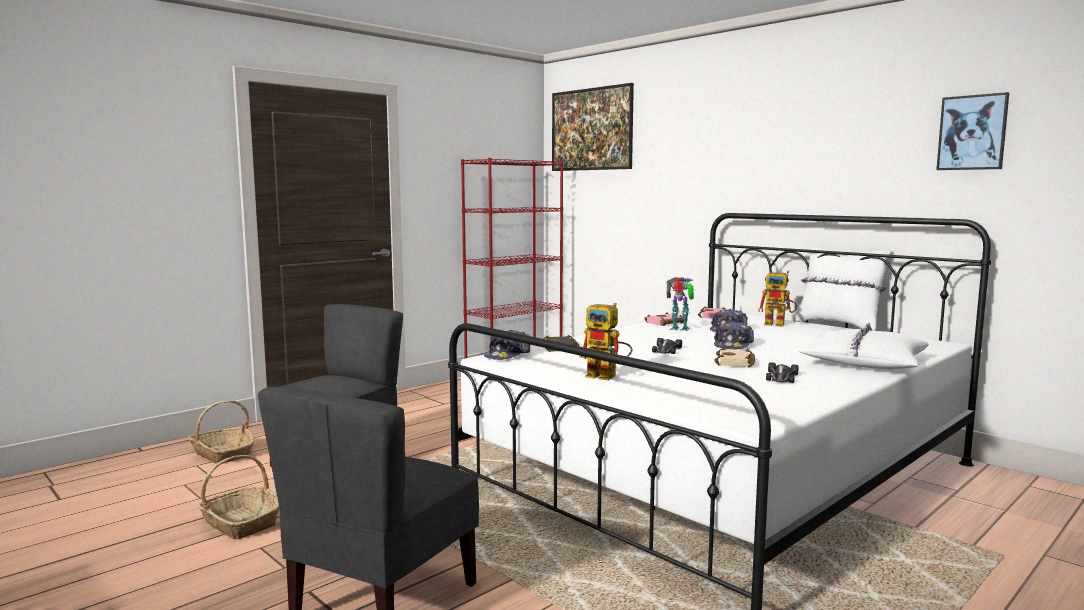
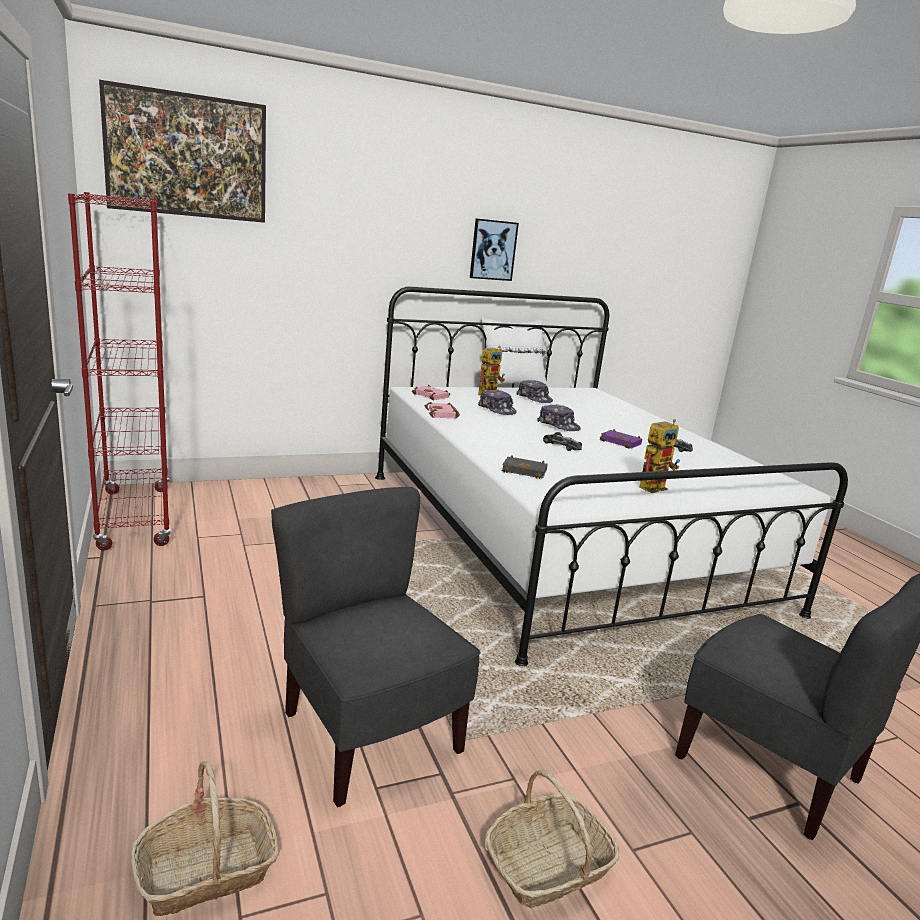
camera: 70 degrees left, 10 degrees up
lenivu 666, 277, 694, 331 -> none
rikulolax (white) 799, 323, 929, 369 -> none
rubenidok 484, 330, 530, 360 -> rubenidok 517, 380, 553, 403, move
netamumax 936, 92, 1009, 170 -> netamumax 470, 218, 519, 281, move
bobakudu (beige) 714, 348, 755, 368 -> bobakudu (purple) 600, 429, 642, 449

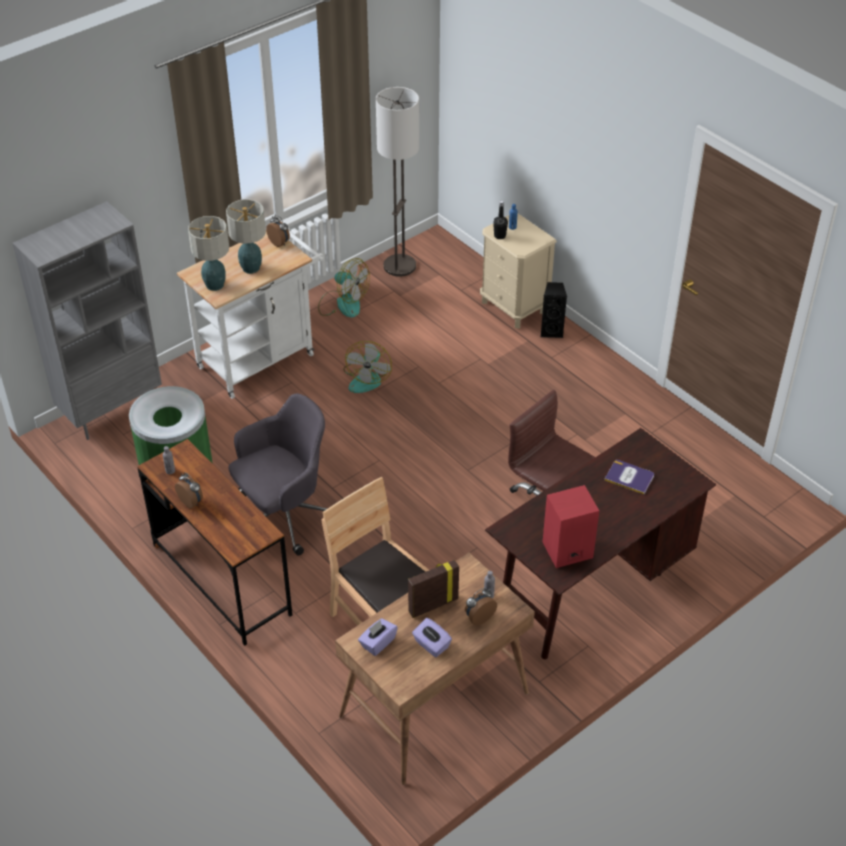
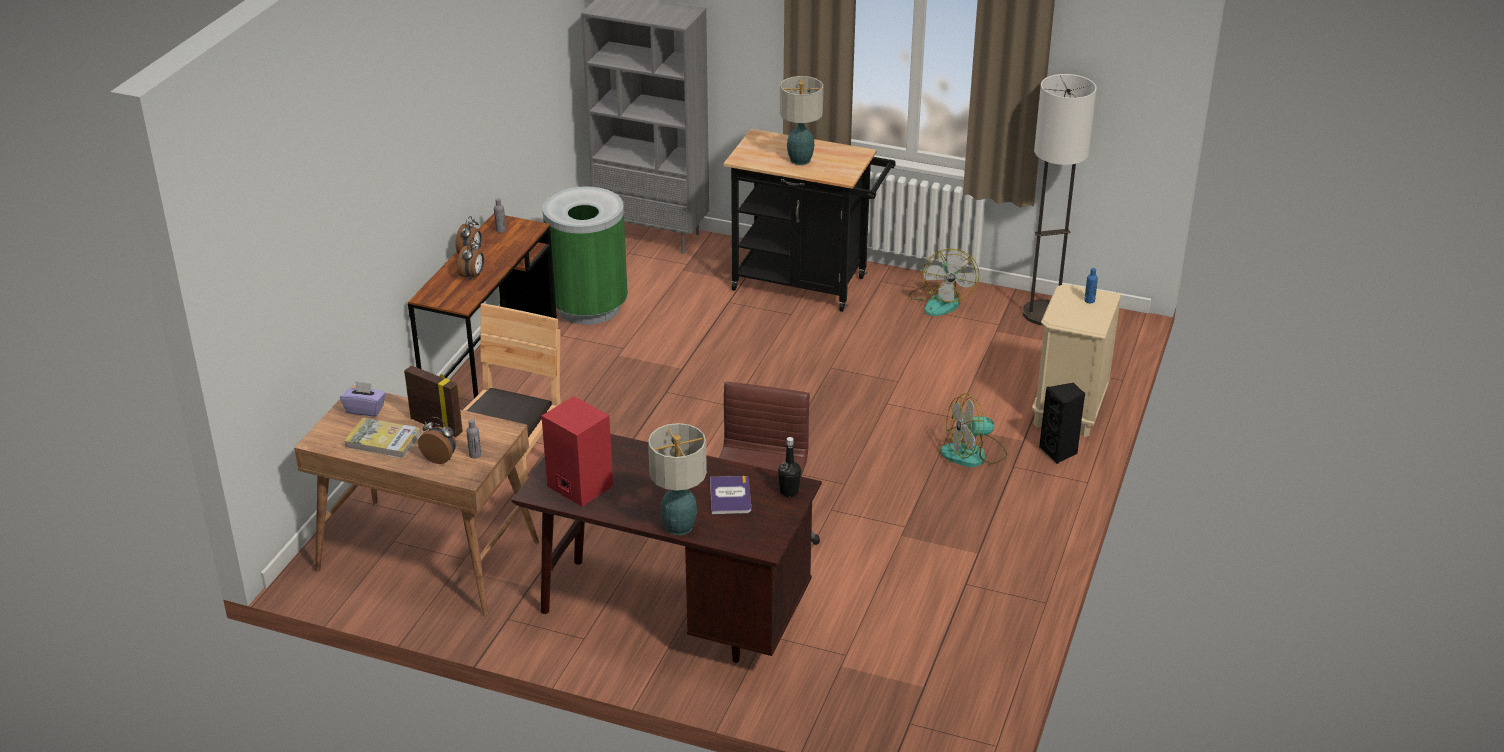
camera: 60 degrees right, 10 degrees down
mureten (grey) 229, 394, 328, 556 -> none
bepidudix 188, 216, 229, 291 -> bepidudix 648, 423, 707, 535, move
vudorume 266, 214, 290, 247 -> vudorume 457, 238, 484, 280, move
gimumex 343, 341, 392, 393 -> gimumex 940, 393, 1007, 467, move
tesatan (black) 493, 201, 508, 239 -> tesatan (black) 778, 437, 801, 497, move
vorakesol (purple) 412, 618, 452, 657 -> bobakudu 345, 417, 421, 459
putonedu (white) 177, 227, 324, 399 -> putonedu (black) 723, 129, 896, 312

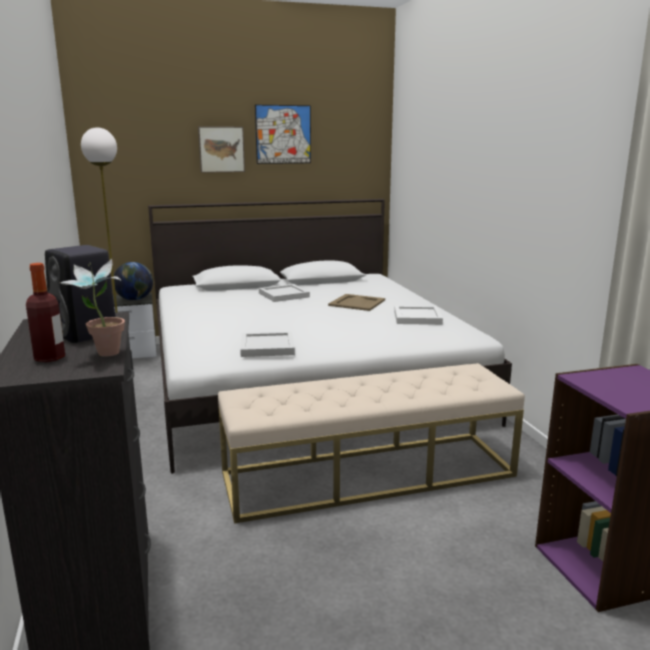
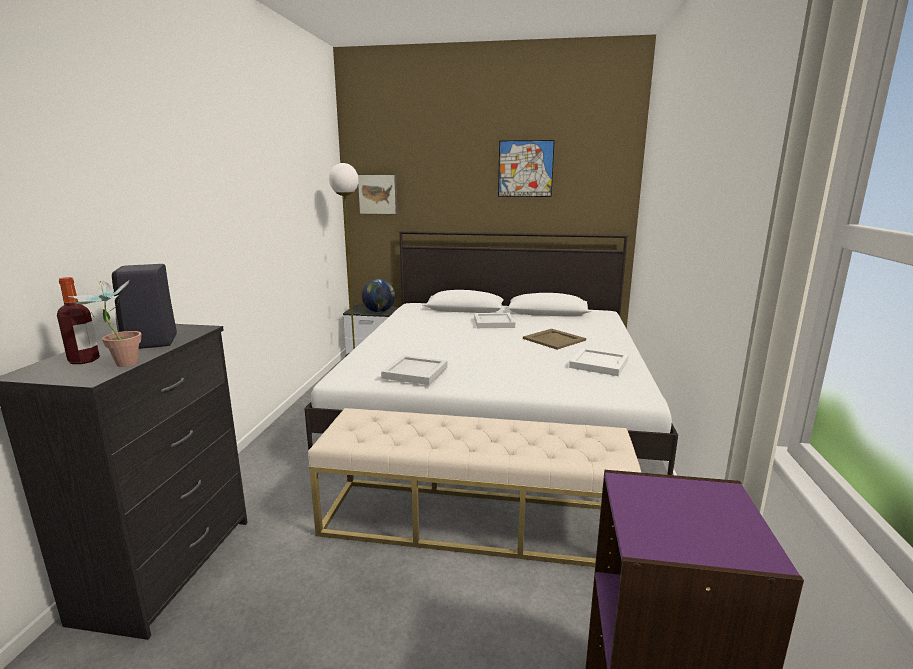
camera: 25 degrees right, 0 degrees up
netamumax 198, 126, 245, 173 -> netamumax 358, 174, 398, 215, move

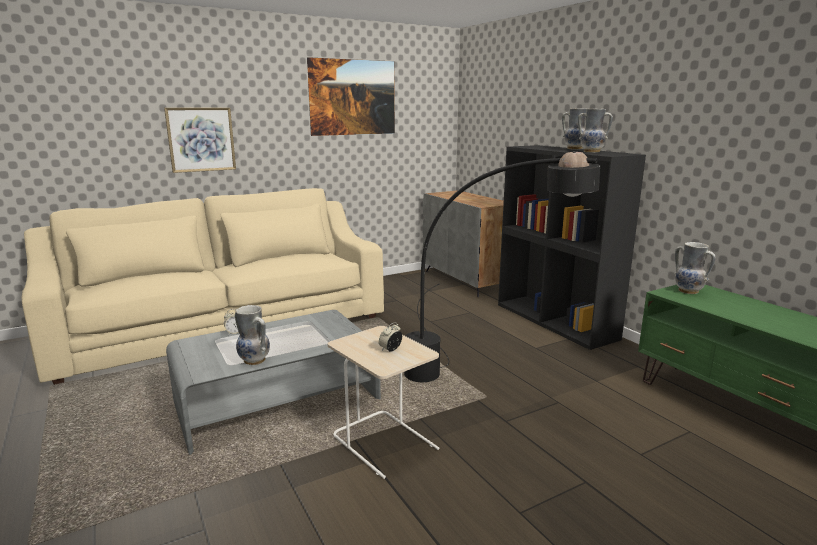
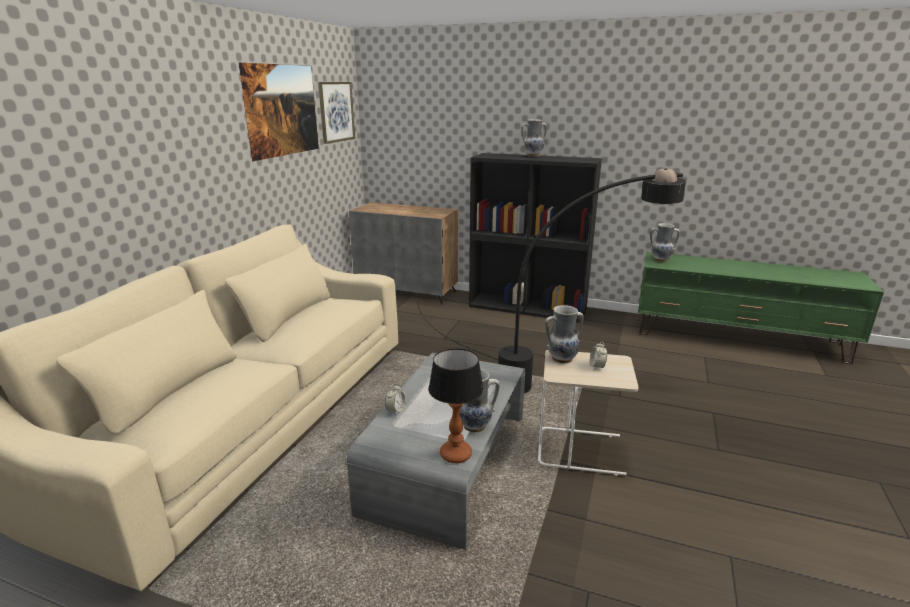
camera: 40 degrees left, 5 degrees up
none -> bepidudix 428, 349, 484, 463
netamumax 164, 108, 236, 173 -> netamumax 318, 82, 355, 144, move
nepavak 578, 109, 613, 153 -> nepavak 545, 305, 584, 364, move

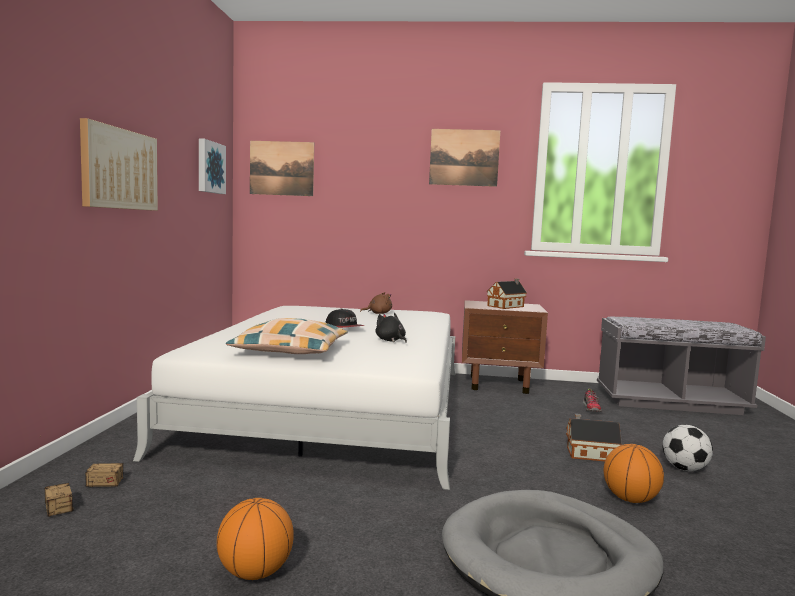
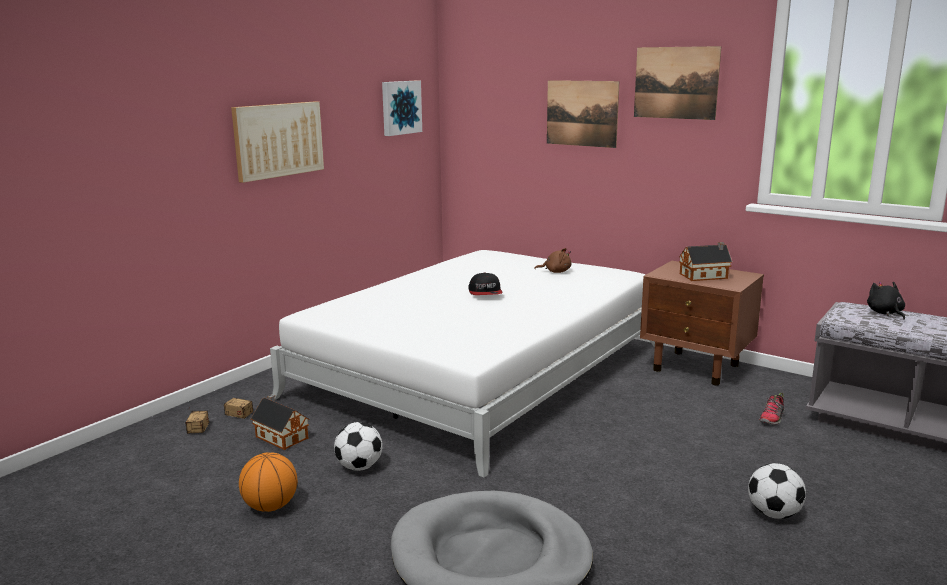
camera: 30 degrees right, 10 degrees up
rikulolax 226, 318, 348, 354 -> none
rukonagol 604, 444, 664, 503 -> none
none -> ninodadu 334, 422, 383, 471
netamumax 250, 141, 314, 196 -> netamumax 547, 80, 619, 148, move
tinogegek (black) 376, 313, 407, 343 -> tinogegek (black) 867, 282, 905, 320, move
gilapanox 566, 414, 622, 461 -> gilapanox 251, 394, 310, 450, move

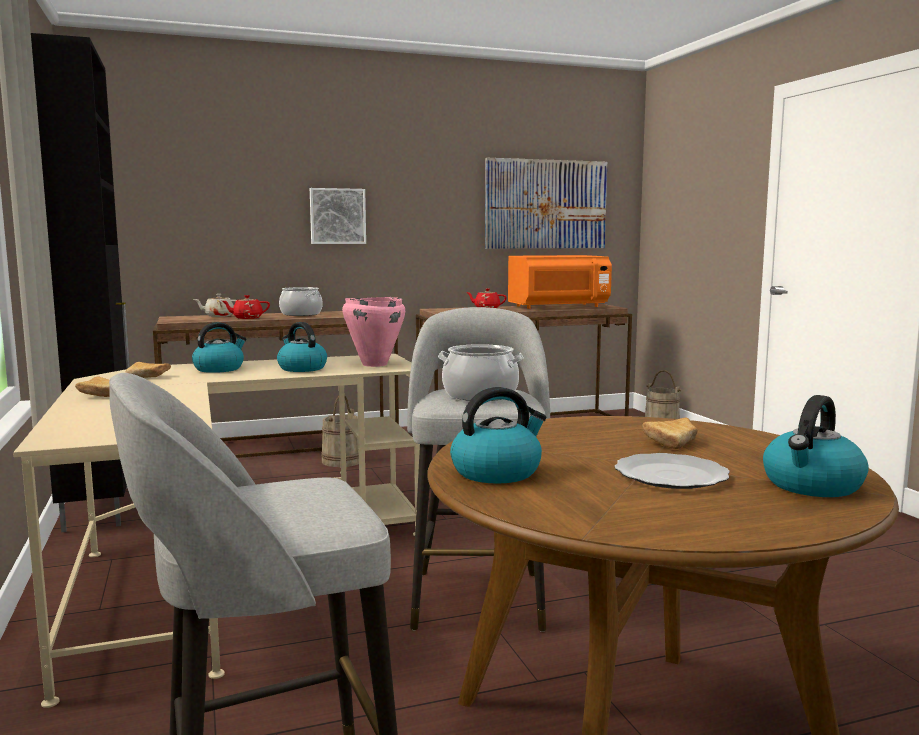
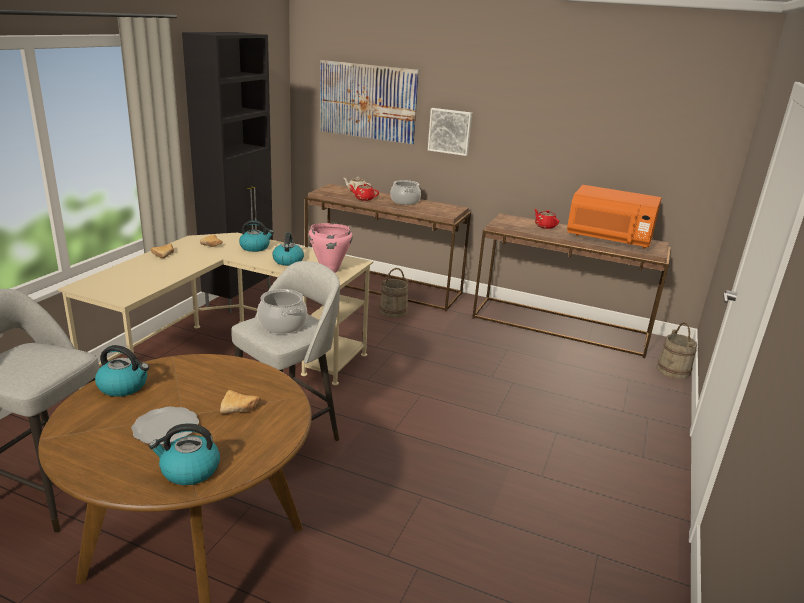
camera: 40 degrees right, 15 degrees up
netamumax 485, 158, 607, 249 -> netamumax 320, 60, 419, 144, move

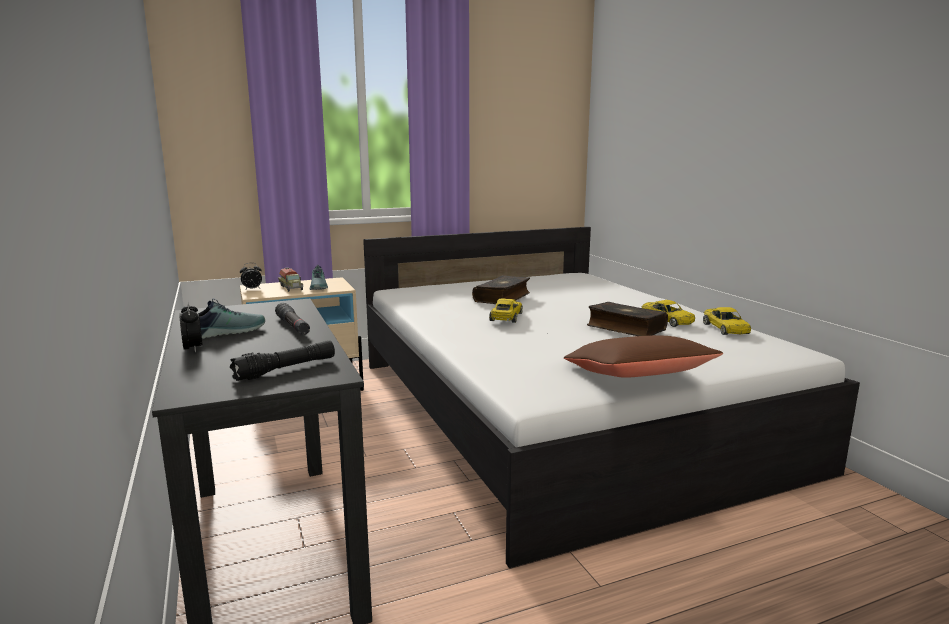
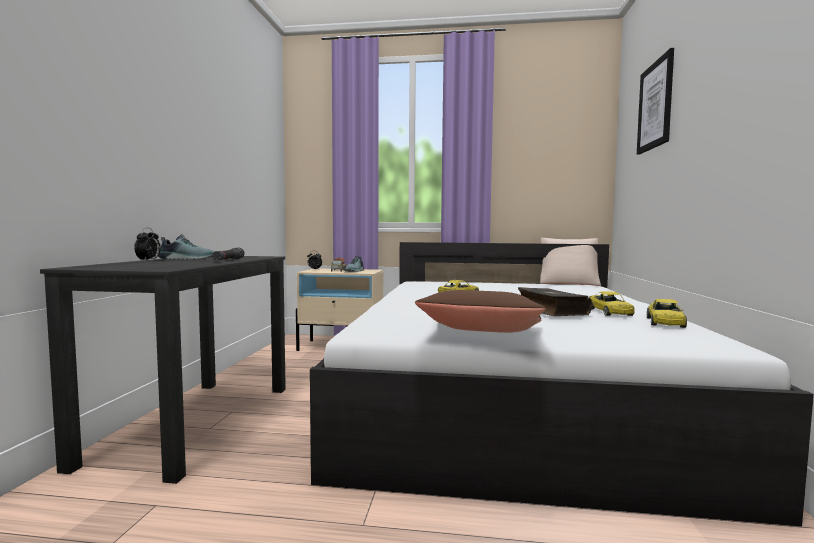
camera: 30 degrees right, 10 degrees down
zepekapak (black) 230, 340, 335, 381 -> none
bobakudu 472, 275, 530, 304 -> none
none -> rikulolax (beige) 540, 238, 601, 286
none -> netamumax 637, 48, 674, 155

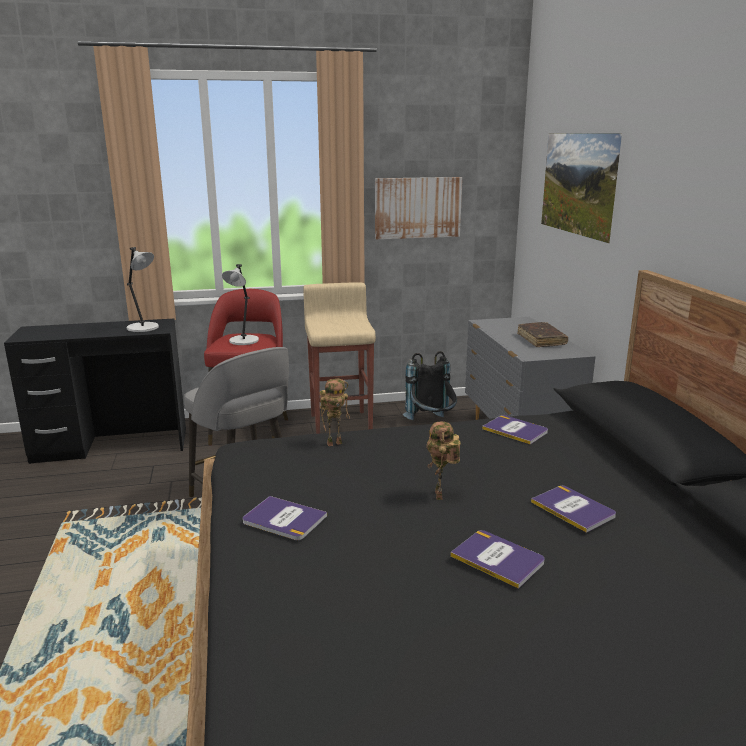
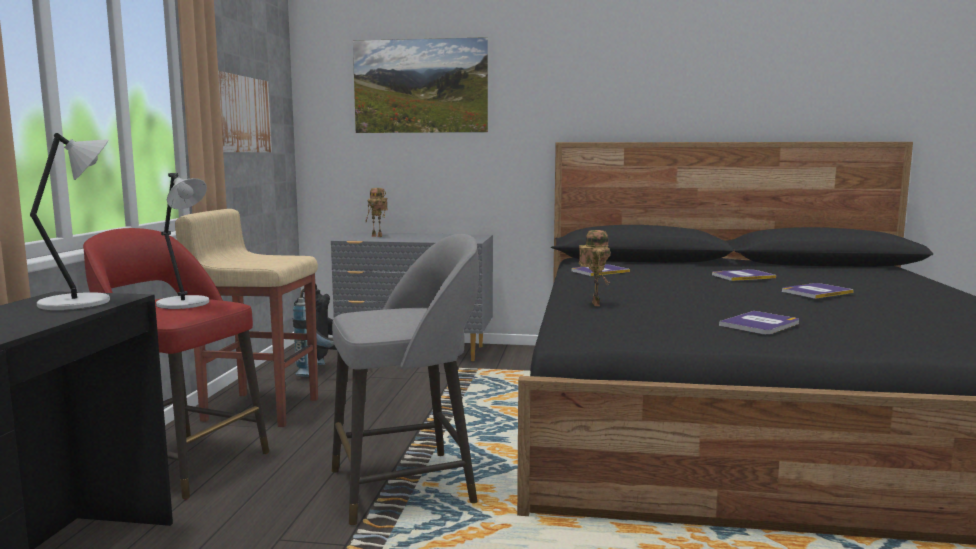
camera: 70 degrees left, 10 degrees down
bobakudu (brown) 517, 322, 568, 347 -> none
lenivu 426, 422, 461, 500 -> lenivu 366, 188, 388, 237, move

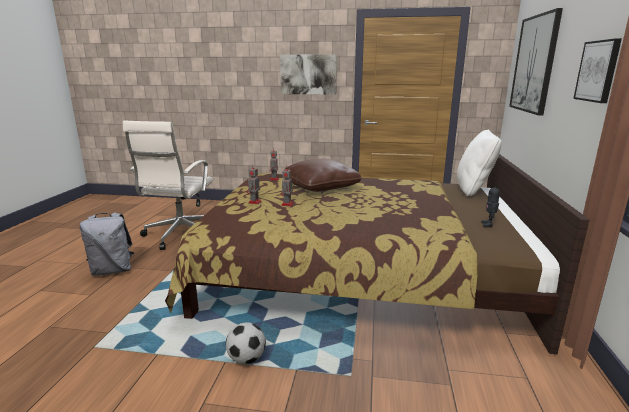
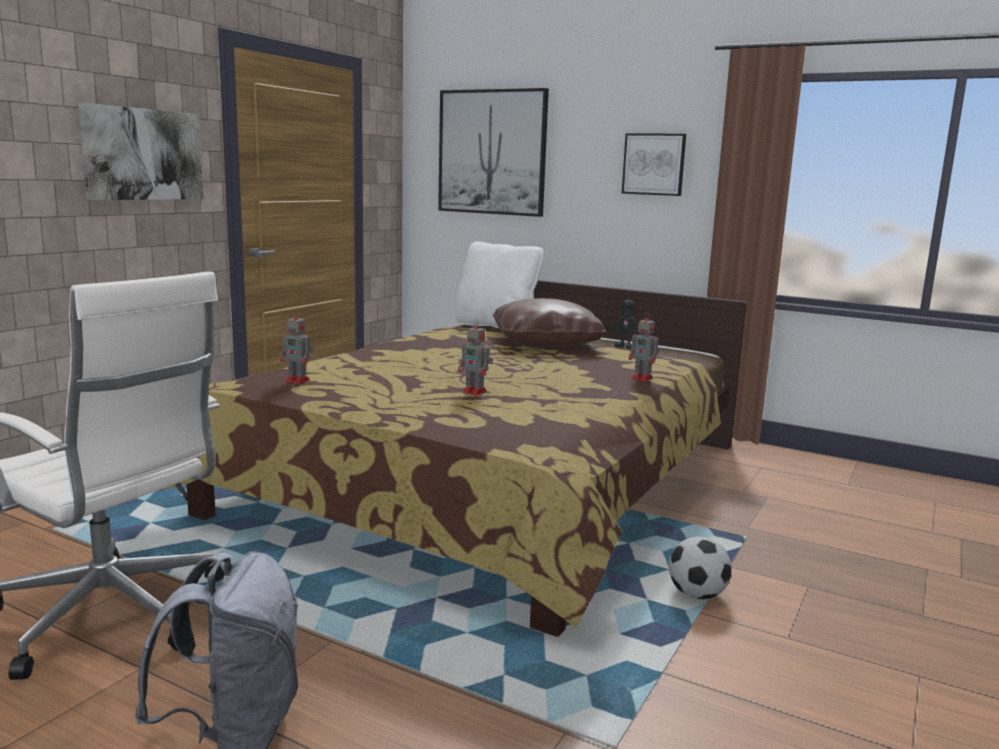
camera: 70 degrees left, 5 degrees down
lenivu 246, 165, 261, 204 -> lenivu 629, 313, 661, 382, move
rikulolax (brown) 282, 159, 362, 192 -> rikulolax (brown) 493, 298, 606, 347, move

